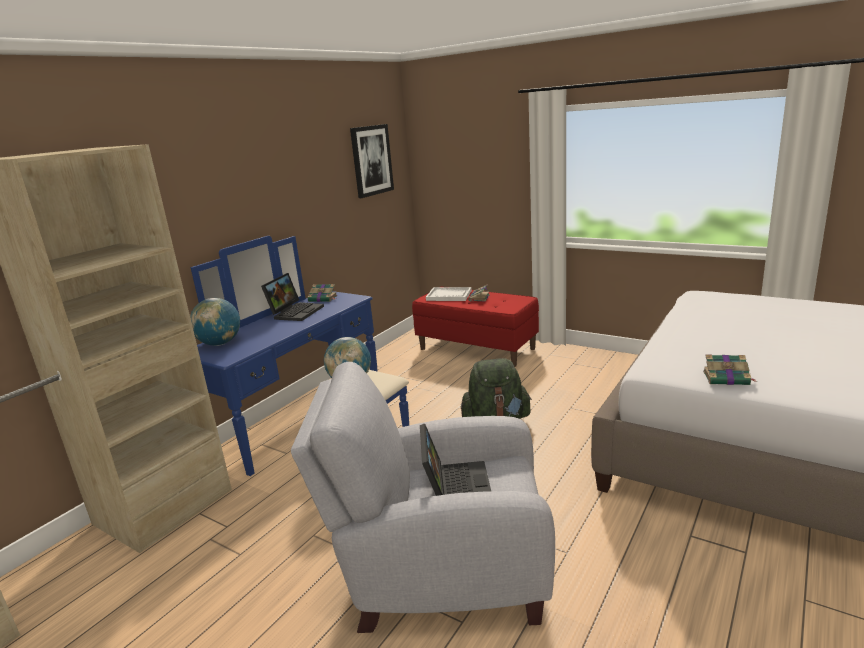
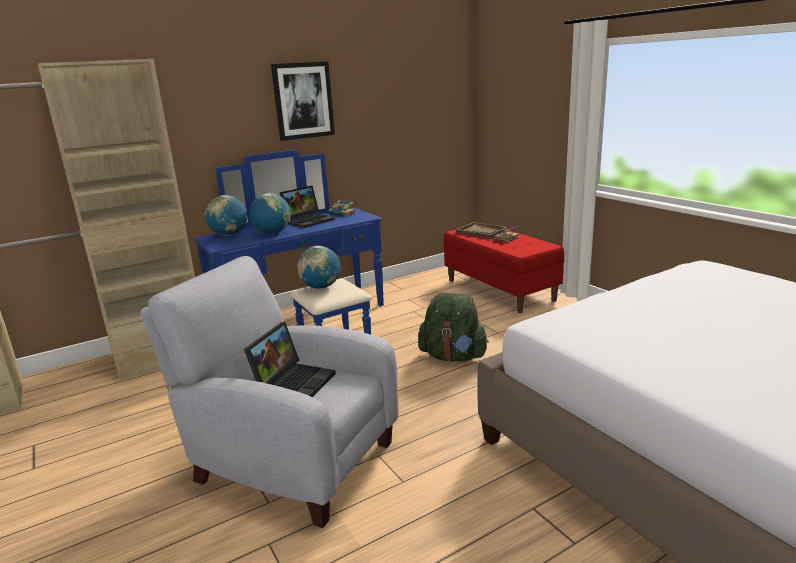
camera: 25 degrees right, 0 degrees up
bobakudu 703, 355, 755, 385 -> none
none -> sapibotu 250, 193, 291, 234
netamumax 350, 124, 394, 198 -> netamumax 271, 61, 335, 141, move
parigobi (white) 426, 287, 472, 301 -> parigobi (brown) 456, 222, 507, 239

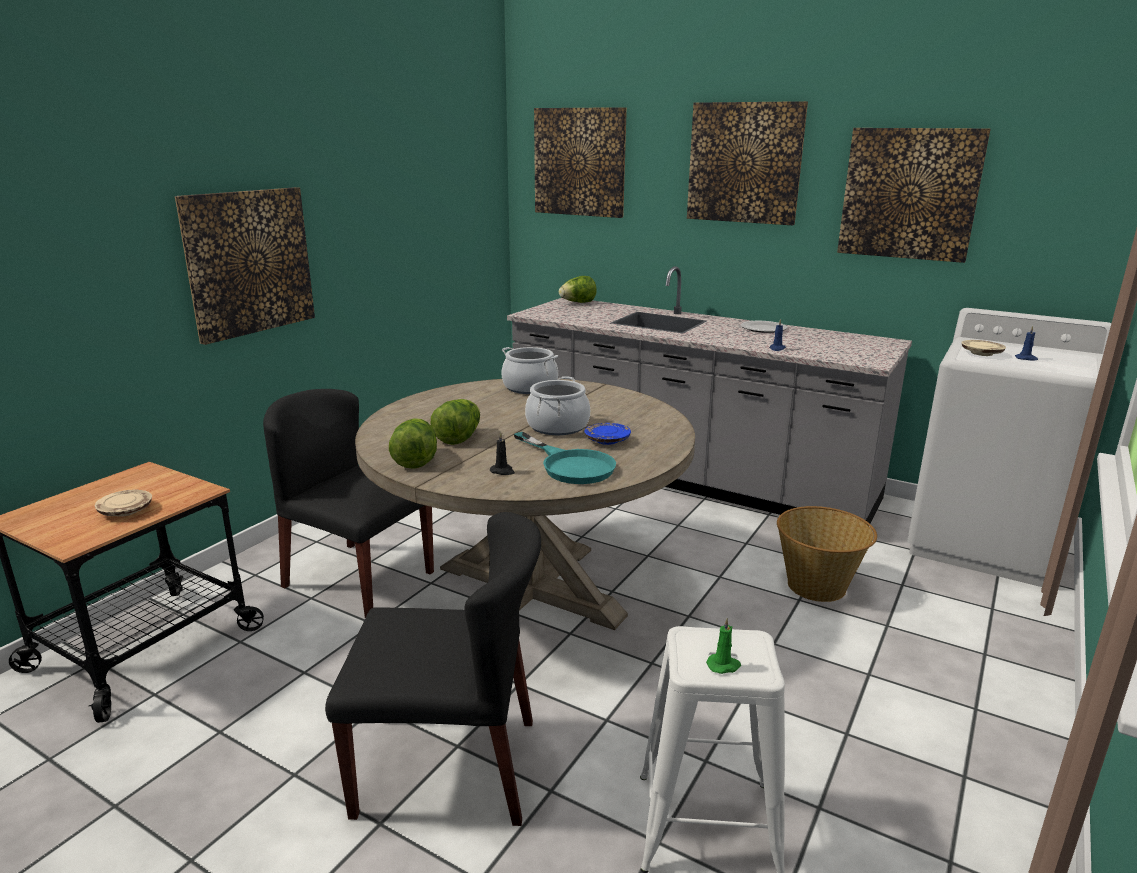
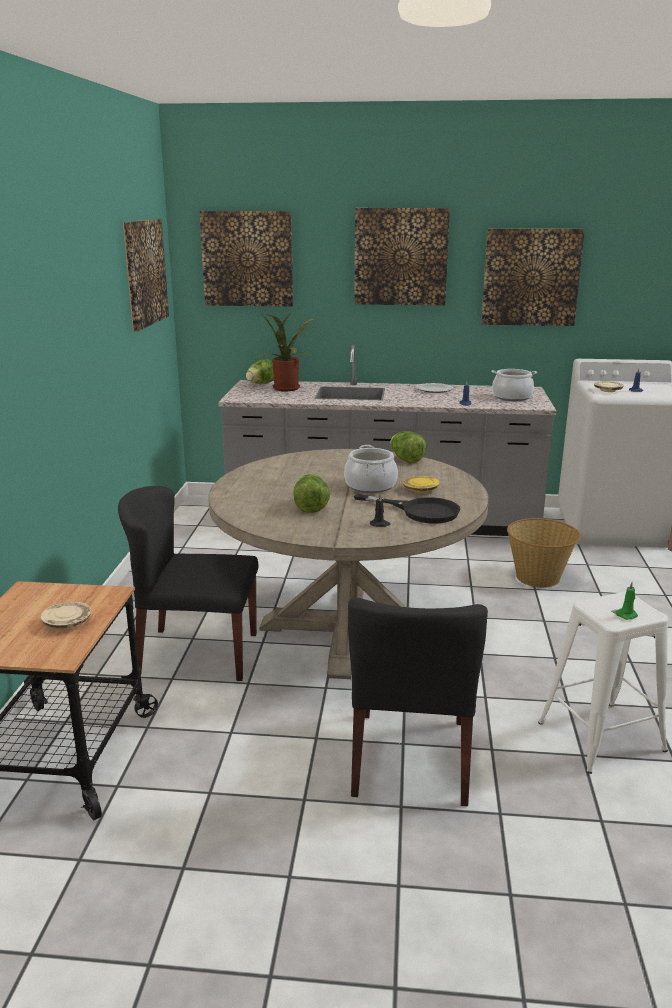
camera: 25 degrees left, 0 degrees up
none -> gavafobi 256, 312, 315, 391
netamumax 175, 187, 315, 345 -> netamumax 123, 219, 169, 331, move
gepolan 389, 418, 437, 469 -> gepolan 390, 431, 426, 463, move
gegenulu 501, 347, 558, 394 -> gegenulu 491, 369, 537, 401, move
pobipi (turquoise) 514, 432, 616, 484 -> pobipi (black) 354, 494, 461, 523
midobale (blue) 584, 423, 631, 445 -> midobale (yellow) 402, 476, 439, 493
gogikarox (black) 325, 512, 541, 826 -> gogikarox (black) 348, 597, 488, 806, 120 degrees clockwise

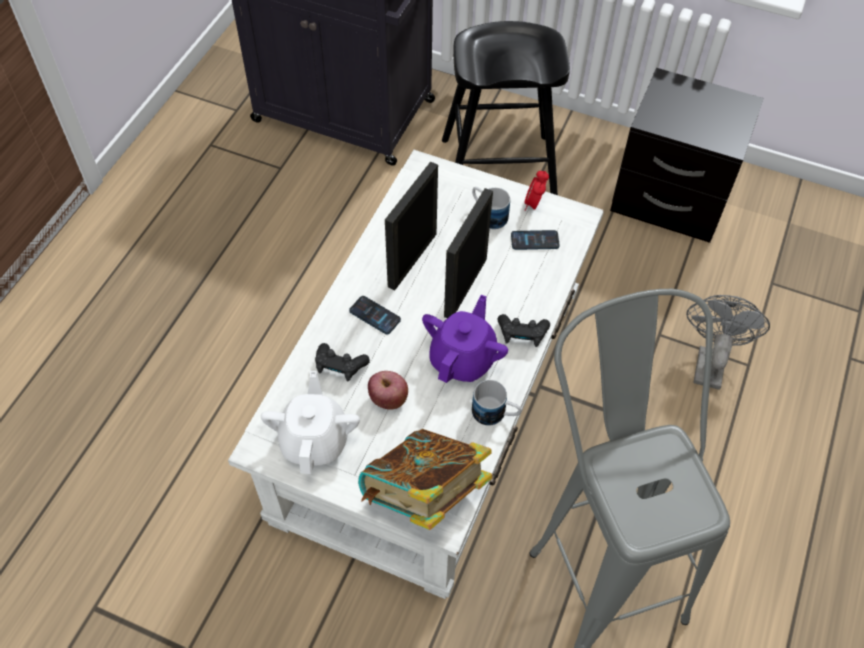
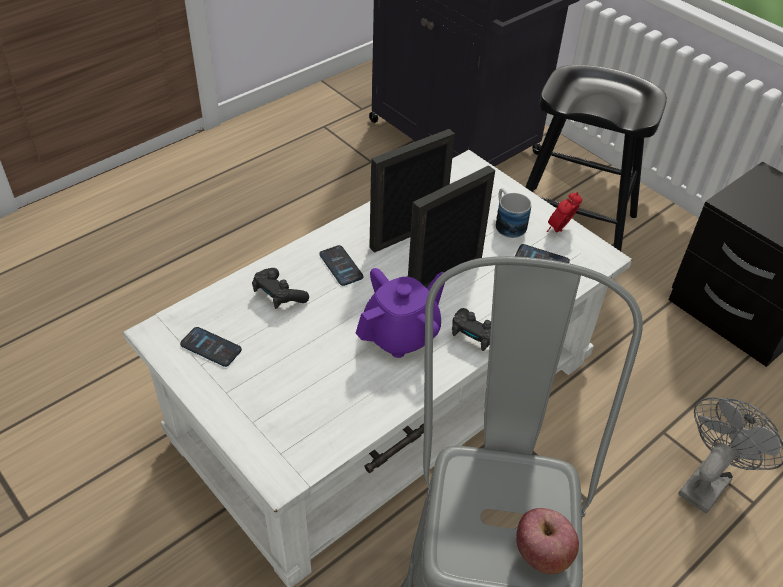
camera: 25 degrees right, 10 degrees down
bobakudu 358, 429, 492, 530 -> none
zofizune 472, 380, 521, 426 -> none
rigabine 368, 371, 408, 410 -> rigabine 516, 508, 579, 574, move
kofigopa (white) 261, 371, 360, 474 -> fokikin 180, 327, 242, 367

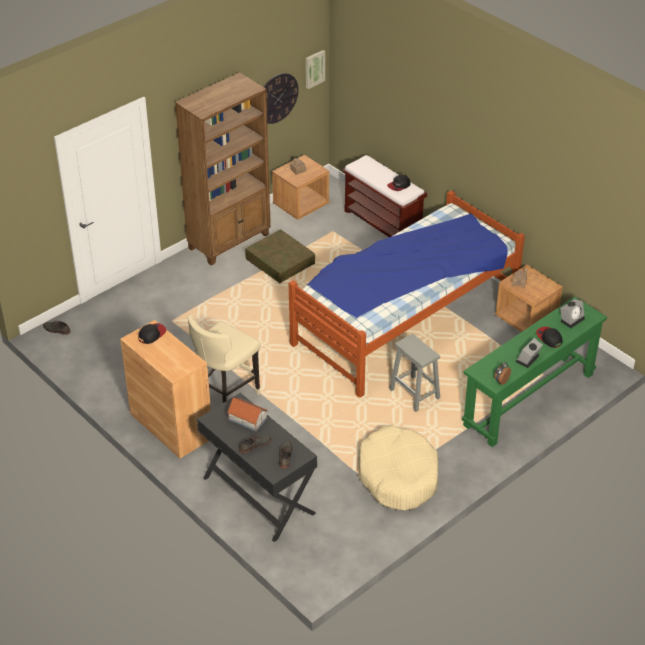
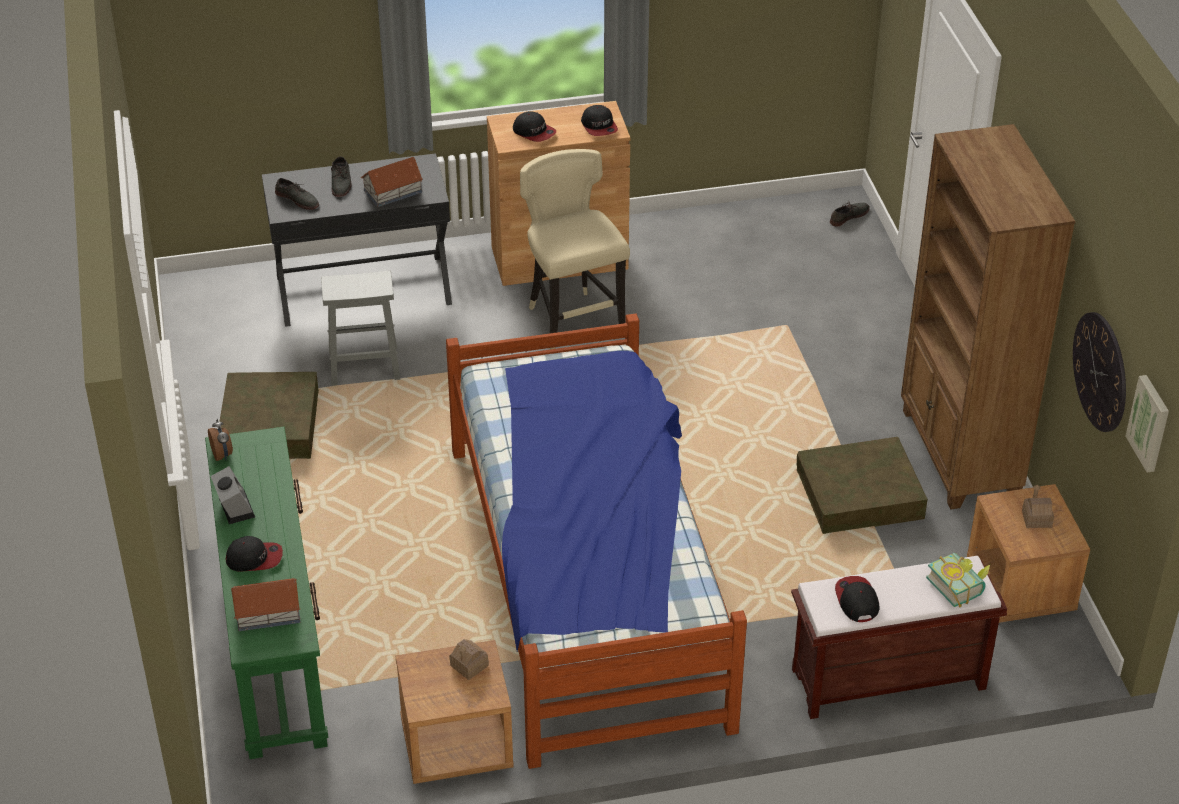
camera: 120 degrees right, 0 degrees up
none -> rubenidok 513, 111, 556, 142
none -> bobakudu 926, 553, 990, 608
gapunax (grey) 389, 334, 440, 412 -> gapunax (grey) 321, 271, 400, 386, move
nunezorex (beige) 358, 426, 438, 511 -> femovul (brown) 219, 372, 319, 459
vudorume 560, 299, 585, 328 -> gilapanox 231, 578, 300, 631

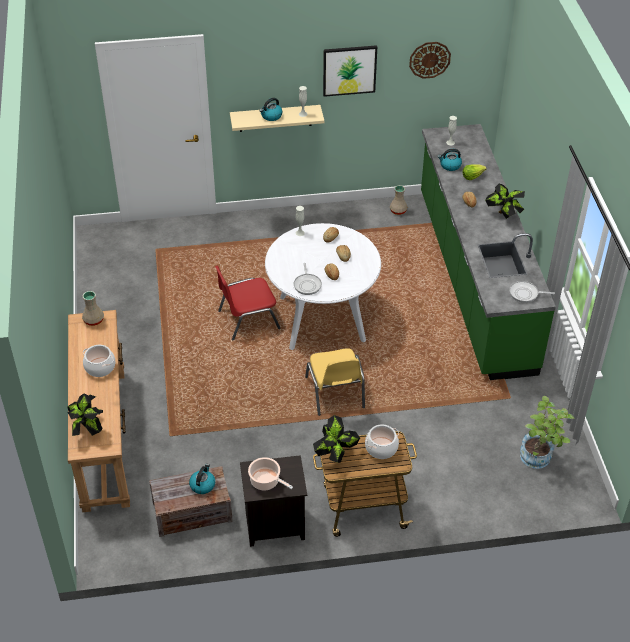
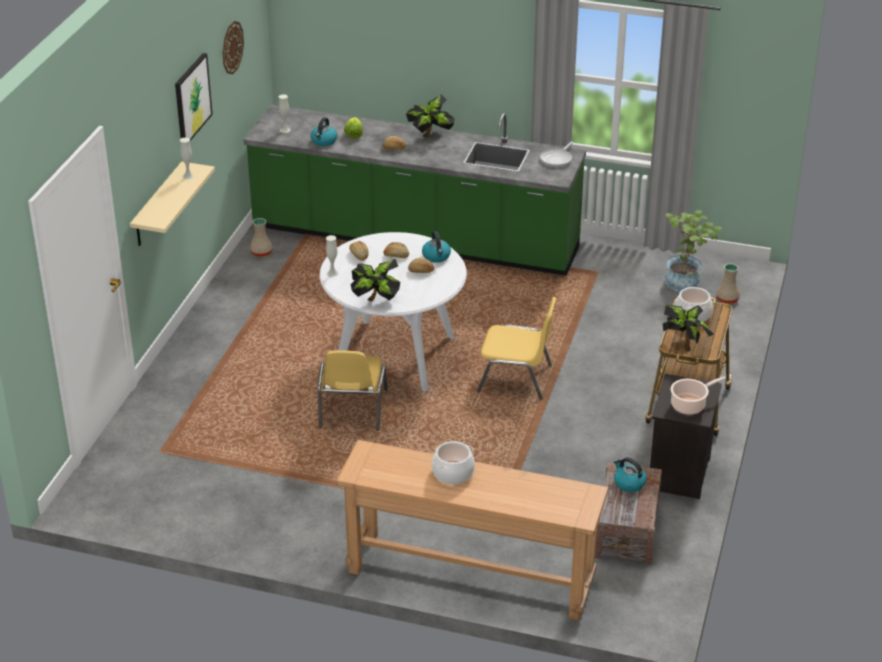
camera: 65 degrees left, 10 degrees down
pobipi 294, 263, 322, 295 -> none
gavafobi 67, 394, 103, 436 -> gavafobi 351, 259, 400, 301, move
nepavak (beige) 82, 291, 104, 326 -> nepavak (beige) 716, 264, 740, 304, move
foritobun 260, 98, 282, 121 -> foritobun 422, 231, 451, 263, move
gogikarox (red) 215, 266, 280, 341 -> gogikarox (yellow) 318, 350, 388, 431

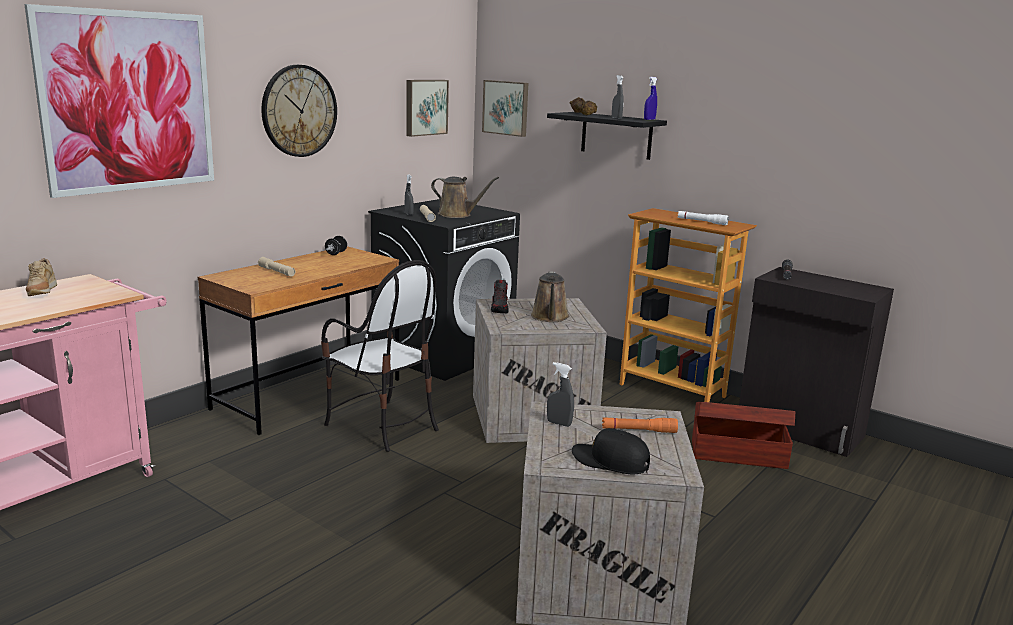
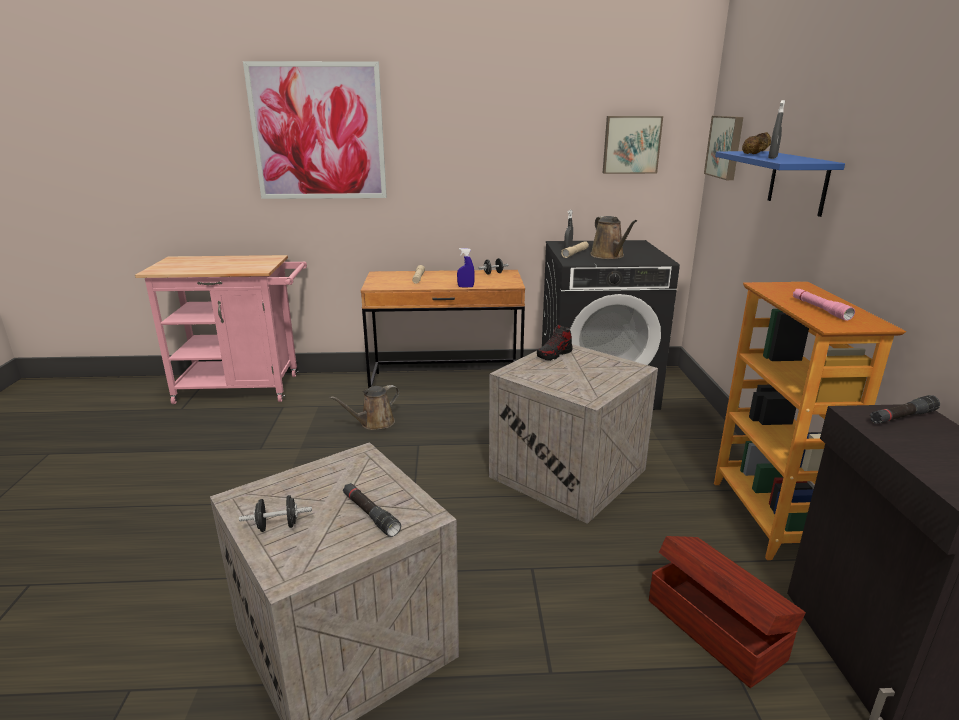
camera: 50 degrees right, 5 degrees up
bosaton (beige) 26, 258, 57, 296 -> none
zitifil 261, 65, 337, 157 -> none
gogikarox 321, 260, 439, 452 -> none
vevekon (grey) 547, 362, 574, 427 -> none
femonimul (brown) 531, 272, 569, 322 -> femonimul (brown) 329, 385, 399, 430, move
vevekon (blue) 644, 77, 657, 120 -> vevekon (blue) 457, 248, 475, 288, move
rubenidok (black) 572, 428, 650, 474 -> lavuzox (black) 239, 495, 312, 532
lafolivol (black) 547, 112, 667, 160 -> lafolivol (blue) 716, 151, 845, 217
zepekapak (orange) 602, 418, 678, 433 -> zepekapak (black) 343, 483, 401, 537
zepekapak (white) 678, 211, 729, 225 -> zepekapak (pink) 793, 289, 855, 321

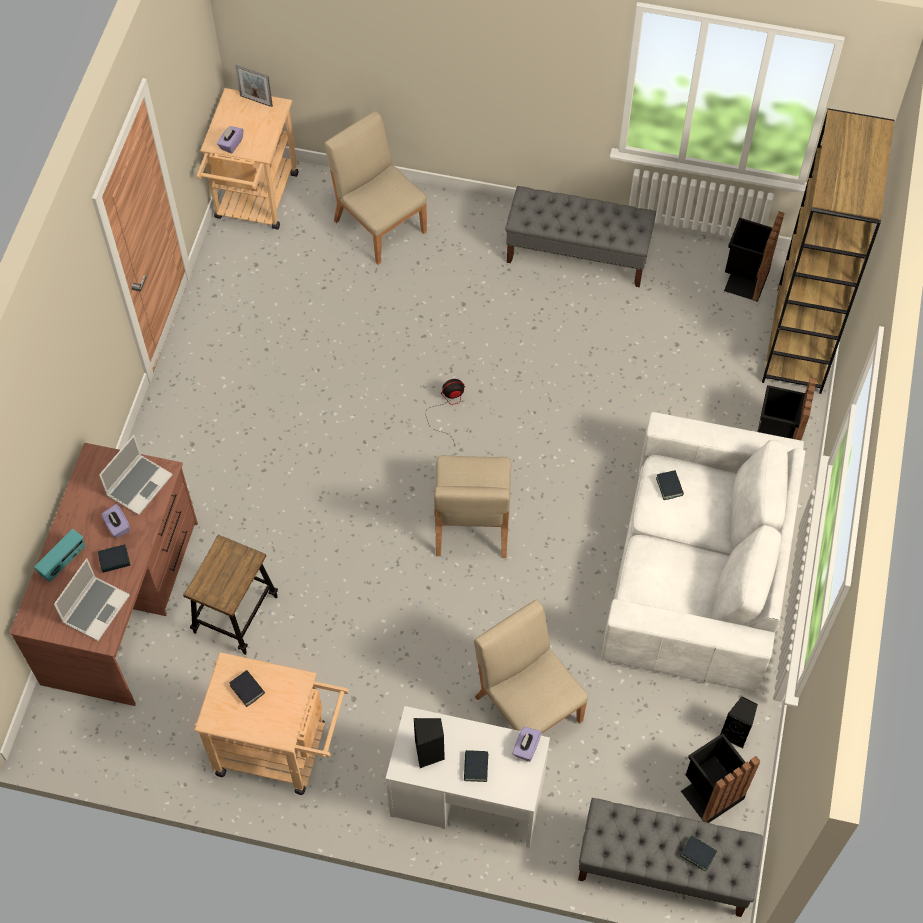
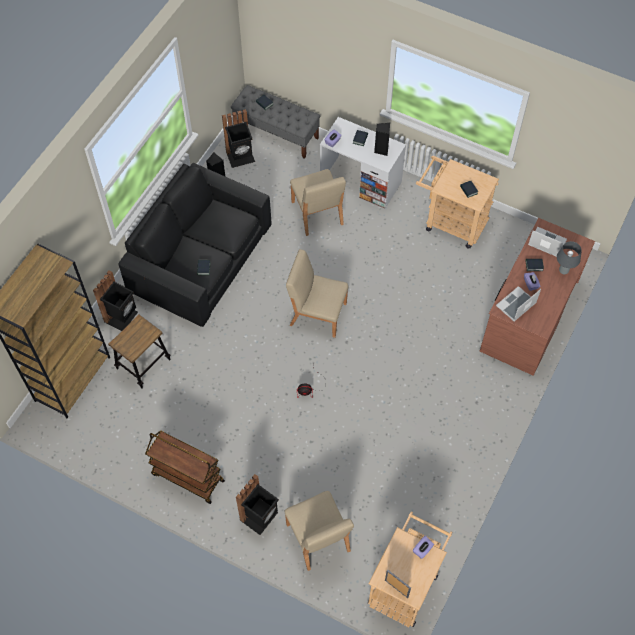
camera: 165 degrees left, 0 degrees up
gapunax 183, 535, 278, 655 -> gapunax 108, 314, 171, 389, move
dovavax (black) 724, 212, 785, 302 -> dovavax (black) 236, 474, 279, 535, move
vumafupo 34, 529, 85, 582 -> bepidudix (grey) 557, 241, 582, 274
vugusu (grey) 505, 186, 656, 287 -> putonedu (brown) 145, 431, 225, 504
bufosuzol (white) 601, 412, 805, 692 -> bufosuzol (black) 119, 163, 272, 327
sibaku 54, 558, 130, 641 -> sibaku 528, 227, 567, 257, 75 degrees clockwise
gogikarox (beige) 434, 455, 511, 558 -> gogikarox (beige) 286, 249, 348, 338, 90 degrees counterclockwise

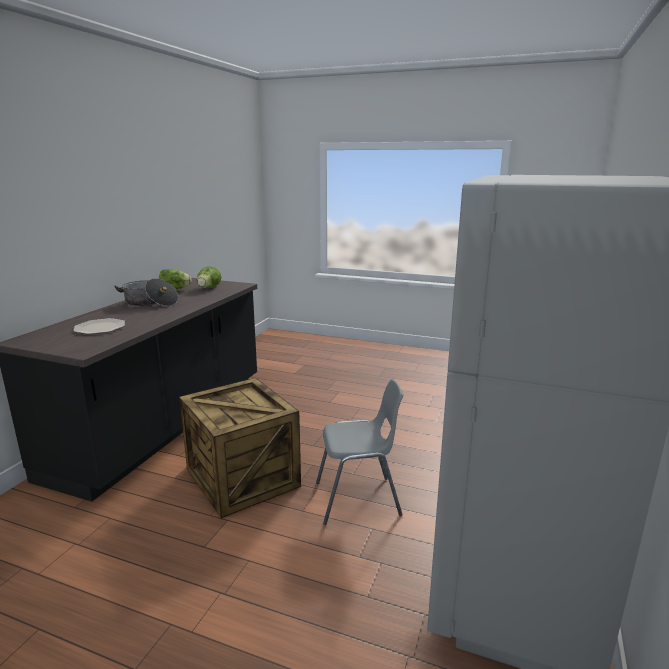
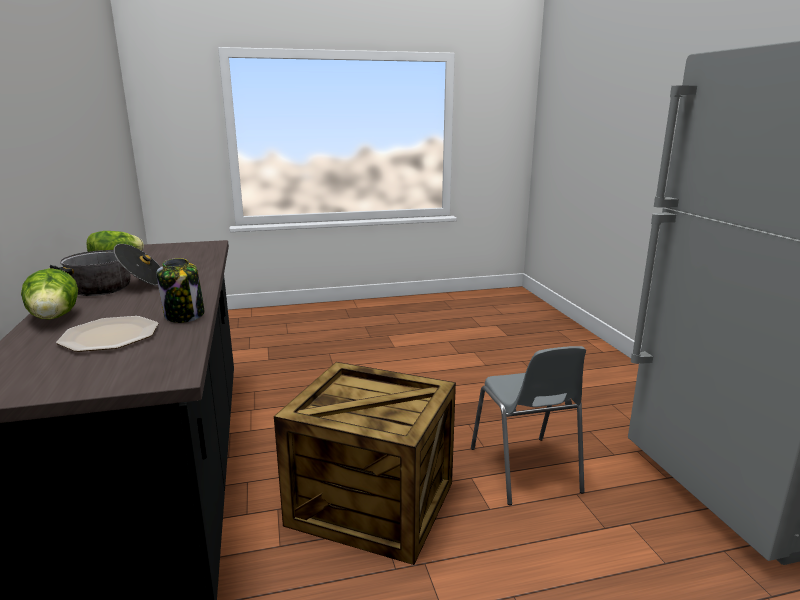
camera: 35 degrees left, 0 degrees up
none -> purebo 156, 258, 205, 323
gepolan 197, 266, 221, 288 -> gepolan 21, 268, 78, 320, move
gogikarox (grey) 316, 379, 403, 525 -> gogikarox (grey) 471, 346, 586, 505, 120 degrees clockwise

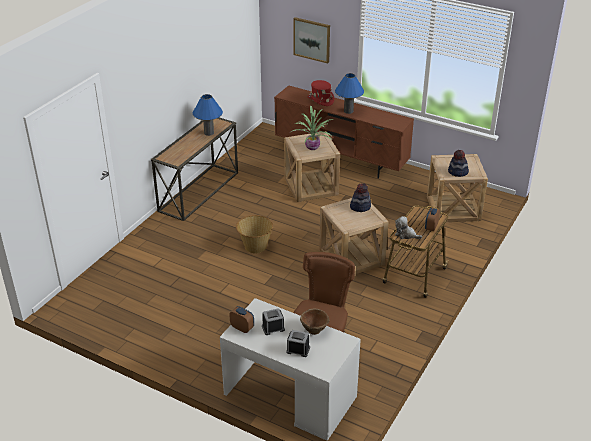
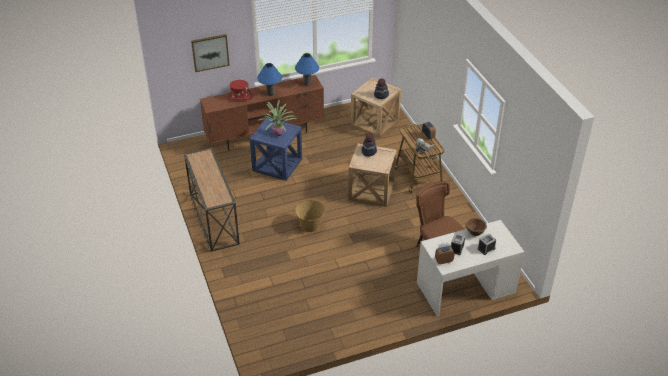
camera: 50 degrees left, 5 degrees up
bepidudix (blue) 193, 94, 223, 136 -> bepidudix (blue) 295, 53, 319, 86, move
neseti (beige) 284, 131, 340, 202 -> neseti (blue) 250, 118, 302, 181

